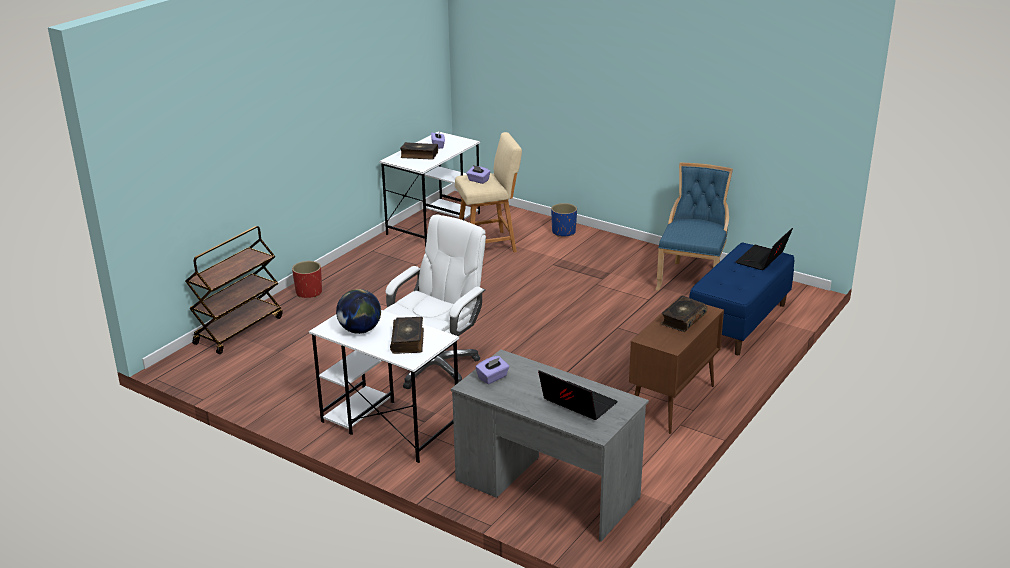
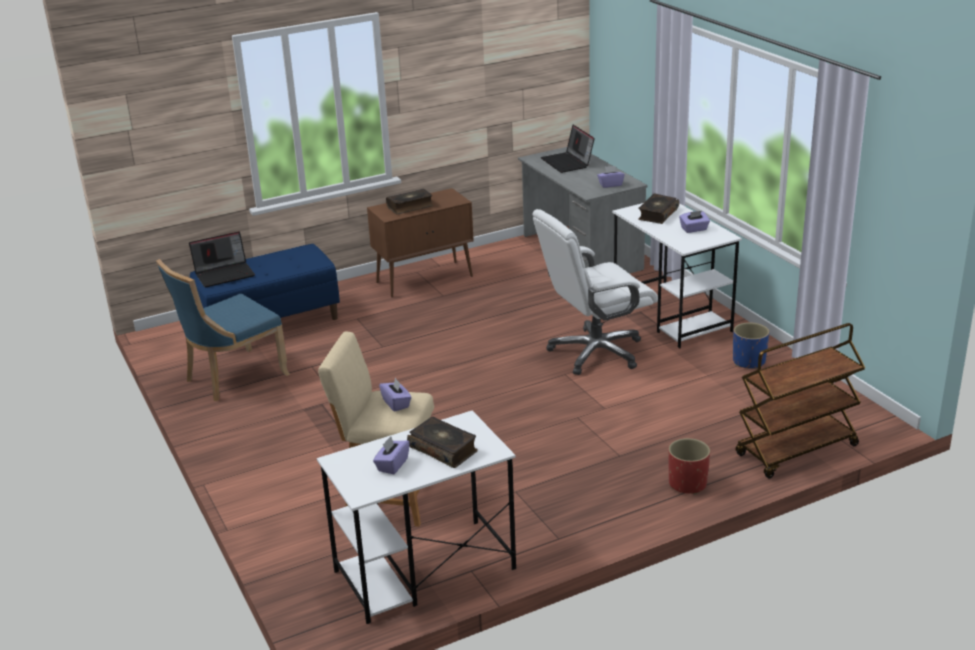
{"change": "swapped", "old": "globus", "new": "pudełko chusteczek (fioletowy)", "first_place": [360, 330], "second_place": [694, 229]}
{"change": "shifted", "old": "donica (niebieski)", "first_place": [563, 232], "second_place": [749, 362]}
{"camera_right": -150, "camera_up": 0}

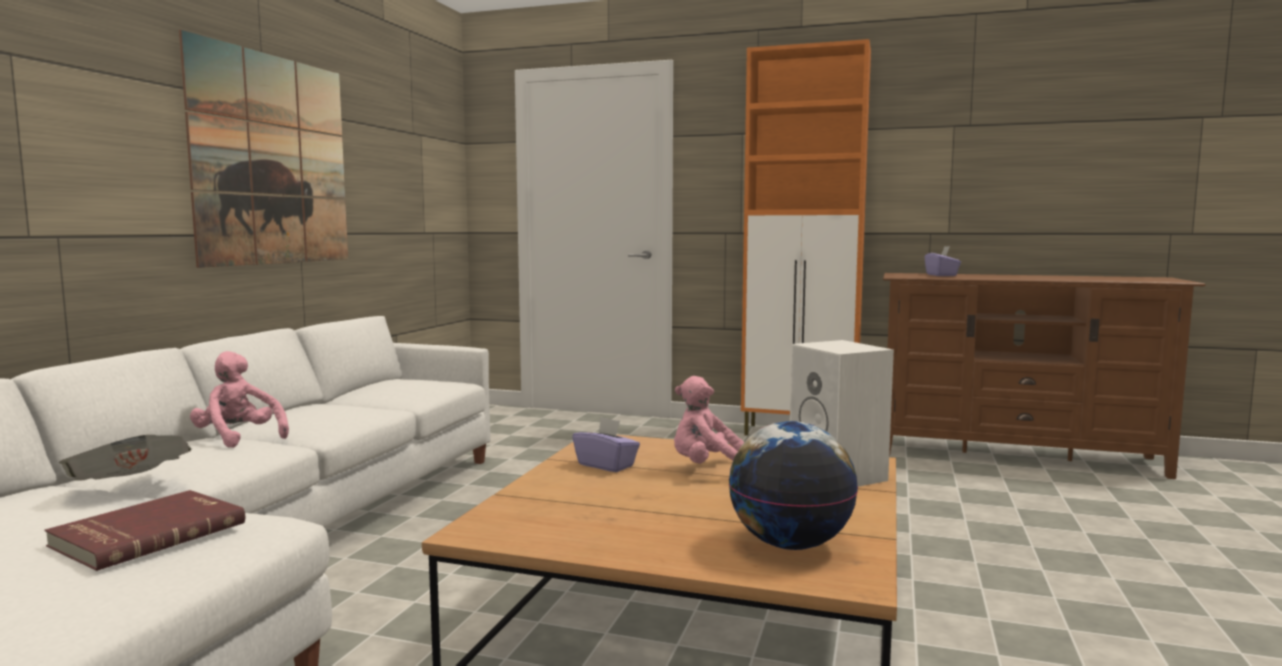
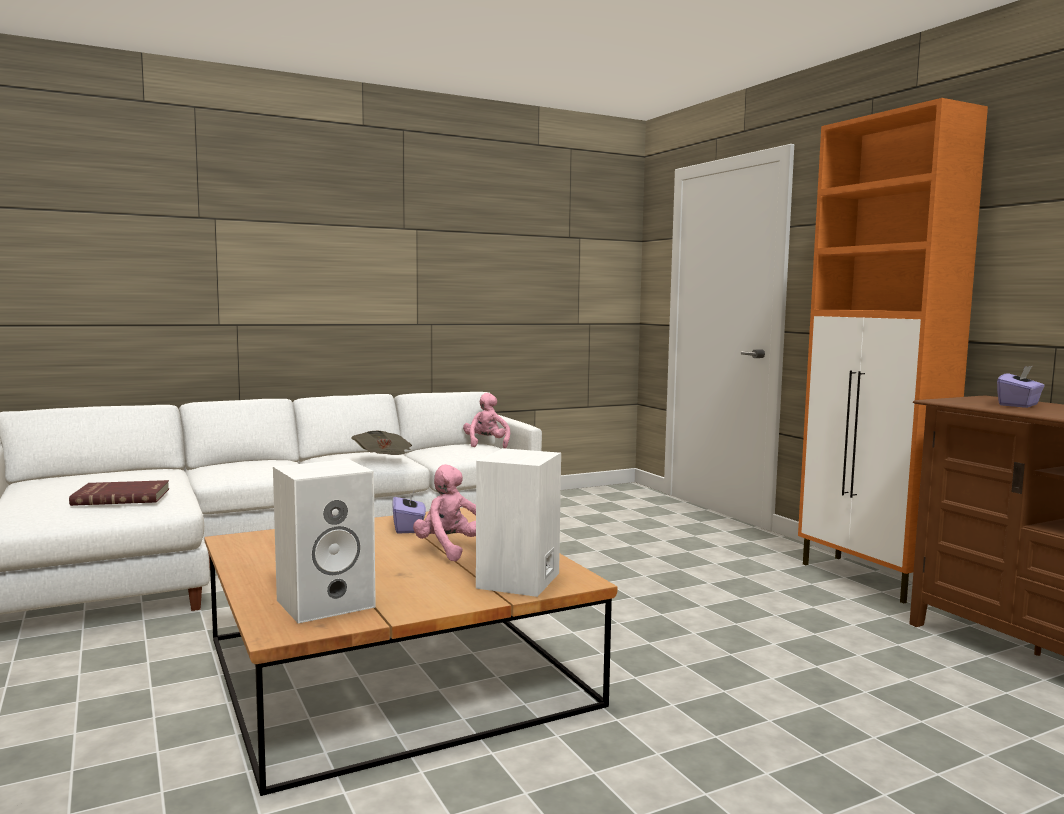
{"change": "swapped", "old": "globus", "new": "głośnik (biały)", "first_place": [790, 544], "second_place": [327, 602]}
{"change": "shifted", "old": "gazeta", "first_place": [131, 488], "second_place": [384, 460]}
{"change": "shifted", "old": "pluszak (różowy)", "first_place": [239, 438], "second_place": [486, 444]}
{"change": "gone", "old": "obraz", "first_place": [273, 160]}
{"camera_right": 45, "camera_up": 0}

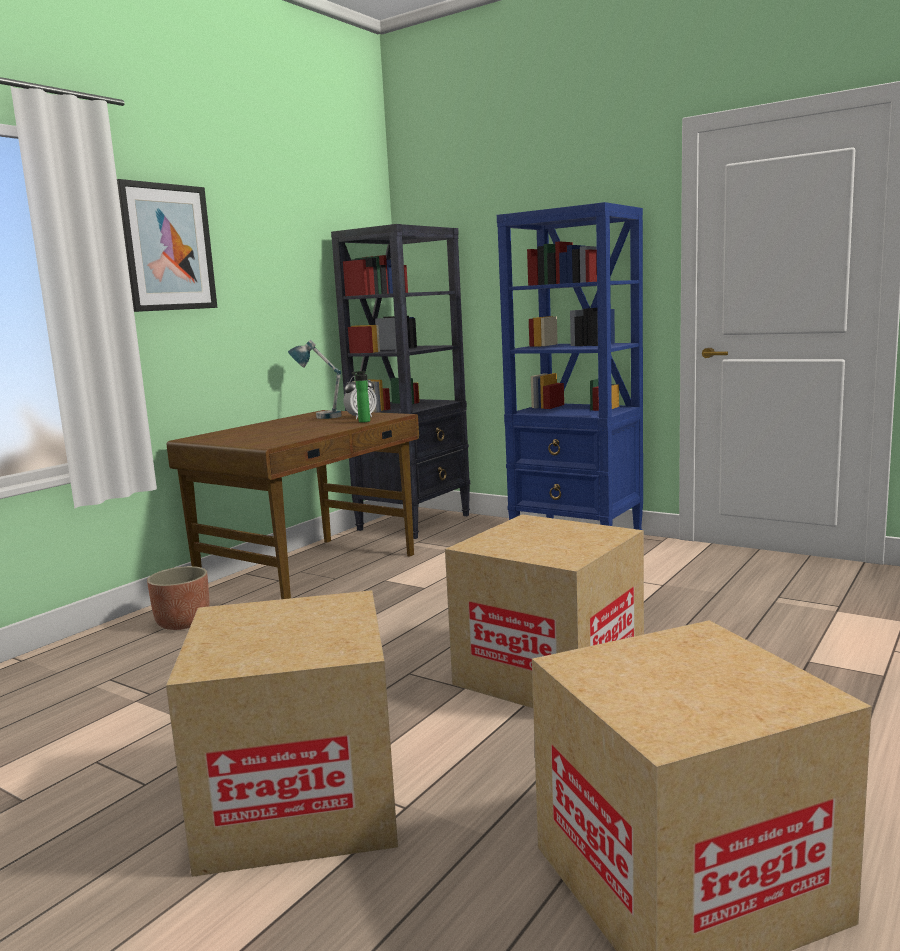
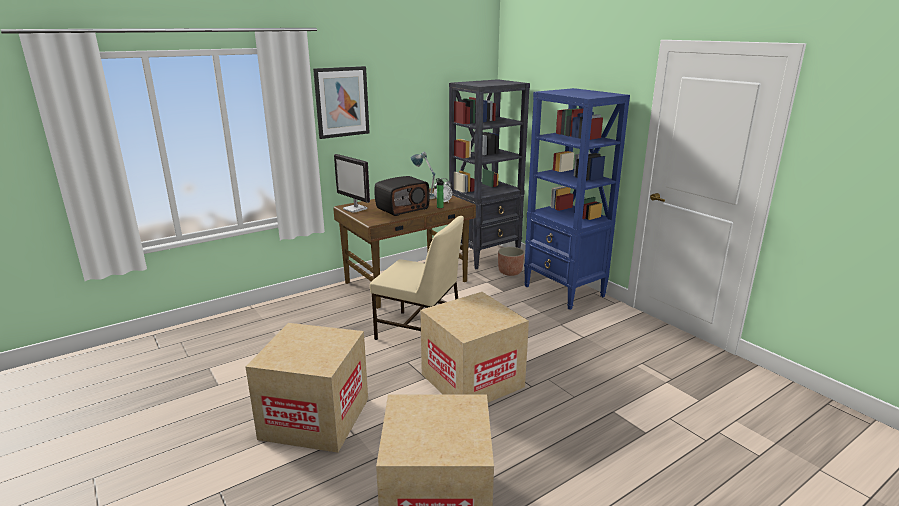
{"change": "new", "new": "monitor", "second_place": [355, 209]}
{"change": "new", "new": "krzesło (beżowy)", "second_place": [420, 332]}
{"change": "new", "new": "radio", "second_place": [402, 208]}
{"change": "shifted", "old": "donica", "first_place": [183, 623], "second_place": [510, 272]}
{"camera_right": 20, "camera_up": 10}

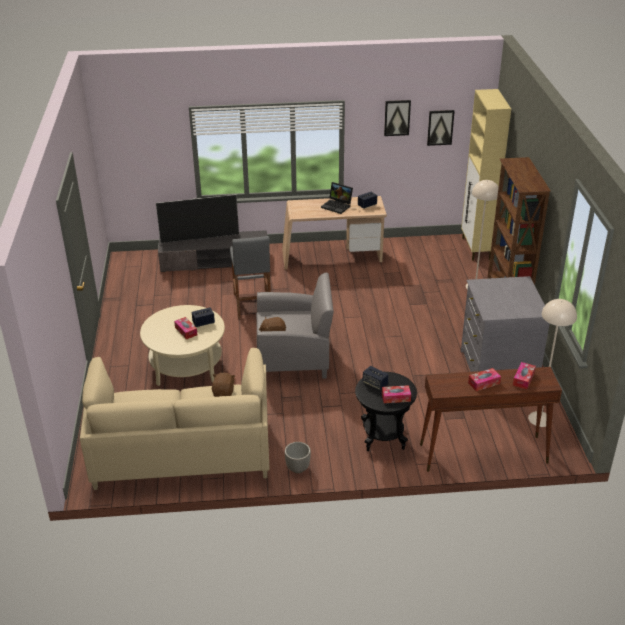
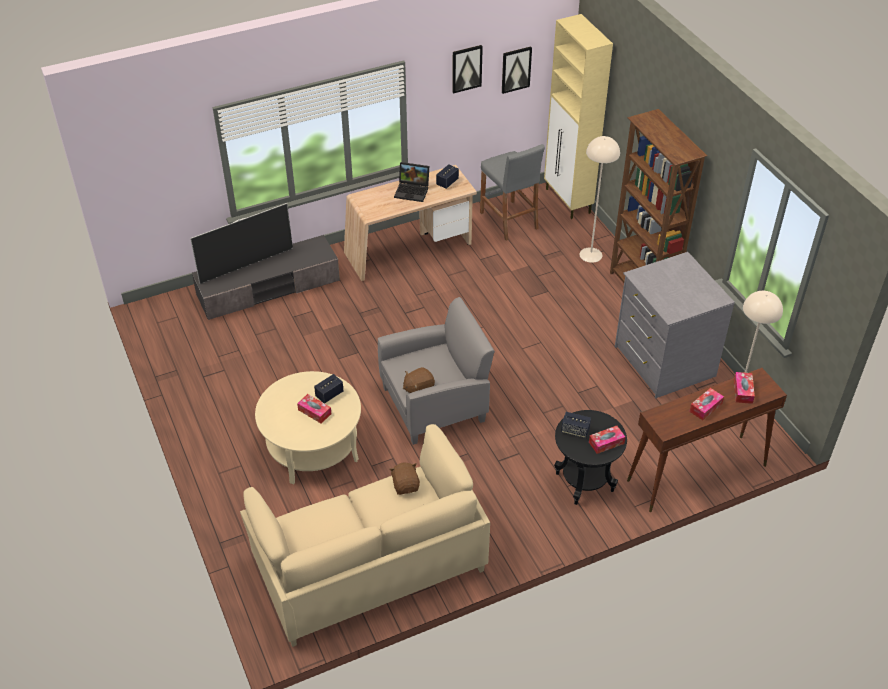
{"change": "shifted", "old": "stołek (szary)", "first_place": [252, 304], "second_place": [509, 221]}
{"change": "gone", "old": "donica", "first_place": [297, 468]}
{"camera_right": -20, "camera_up": 10}

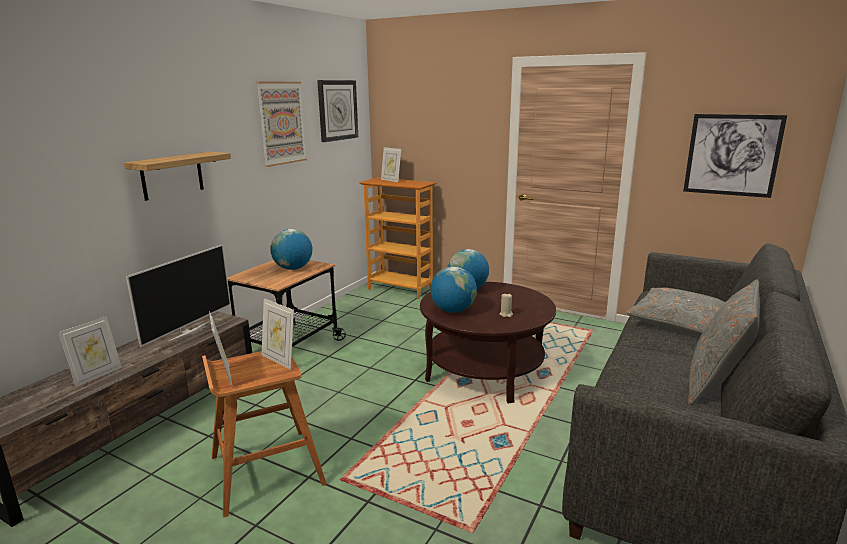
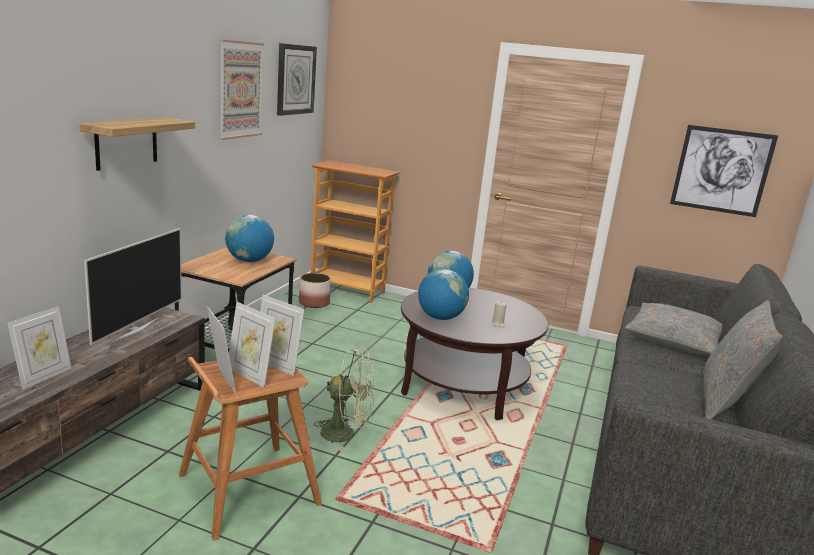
{"change": "shifted", "old": "ramka na zdjęcie", "first_place": [391, 180], "second_place": [249, 375]}
{"change": "new", "new": "donica", "second_place": [314, 303]}
{"change": "new", "new": "wentylator (zielony)", "second_place": [346, 434]}
{"camera_right": -10, "camera_up": 0}

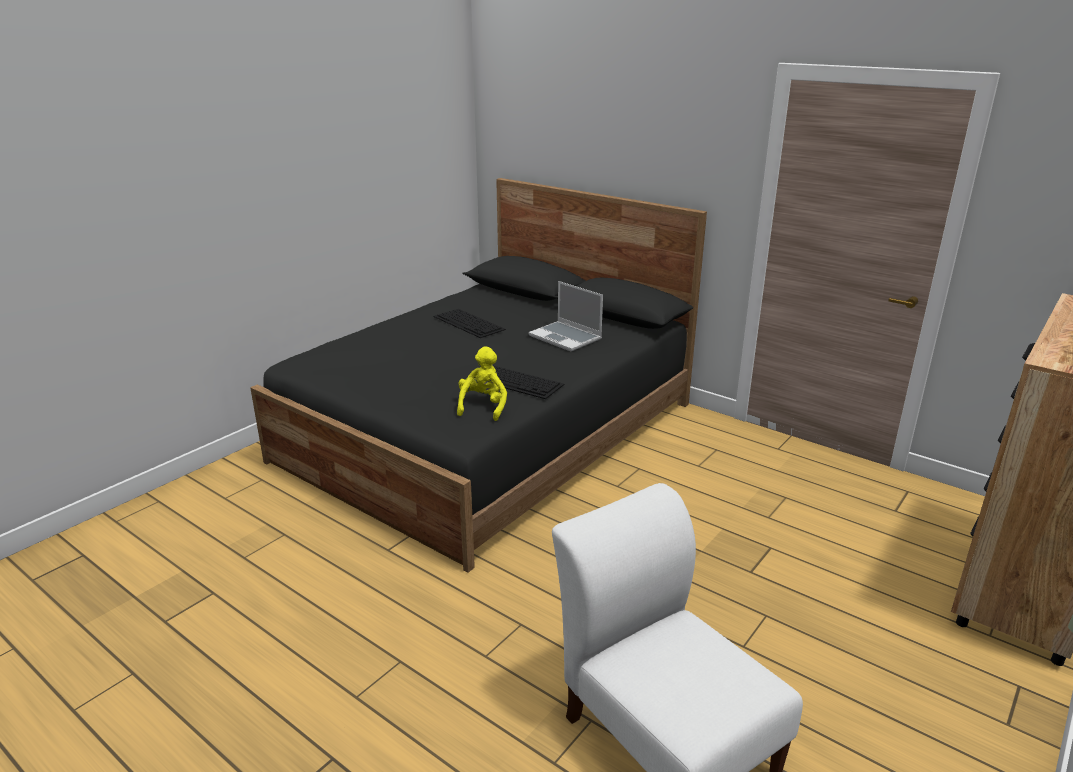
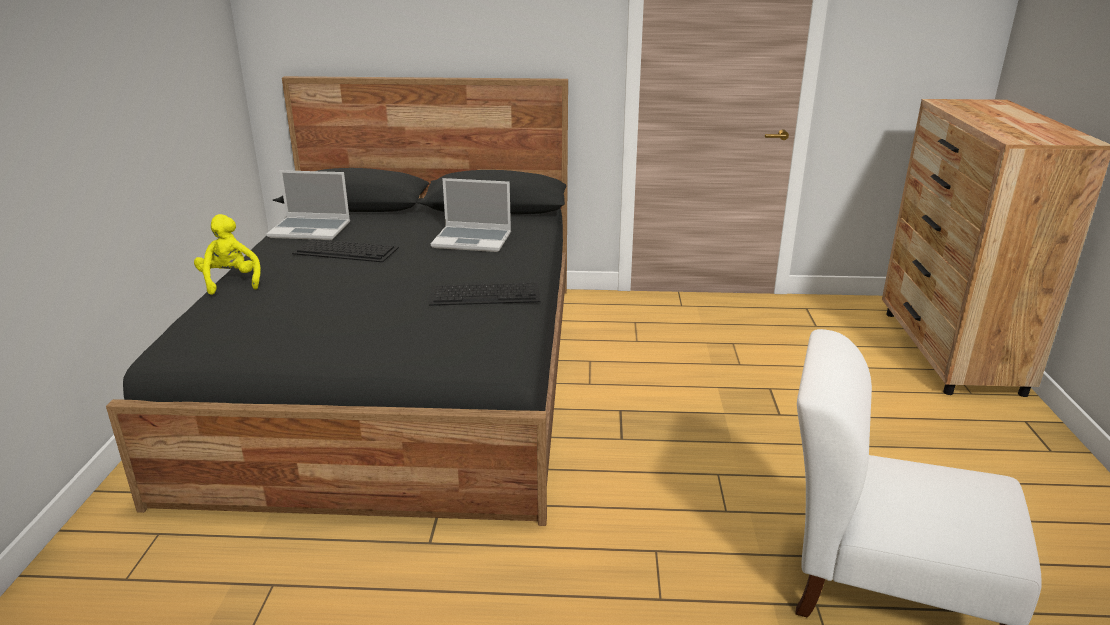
{"change": "shifted", "old": "pluszak (żółty)", "first_place": [483, 406], "second_place": [231, 282]}
{"change": "new", "new": "laptop", "second_place": [311, 230]}
{"camera_right": -35, "camera_up": 0}

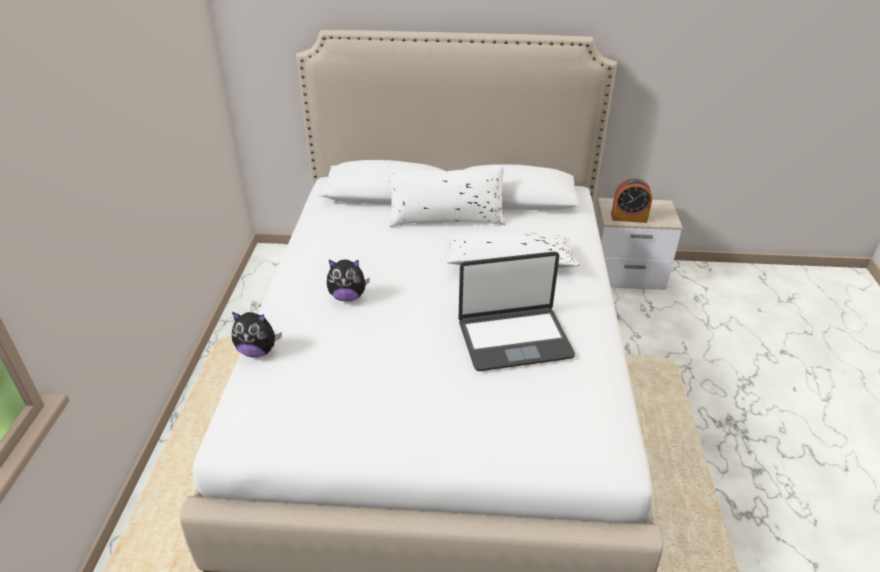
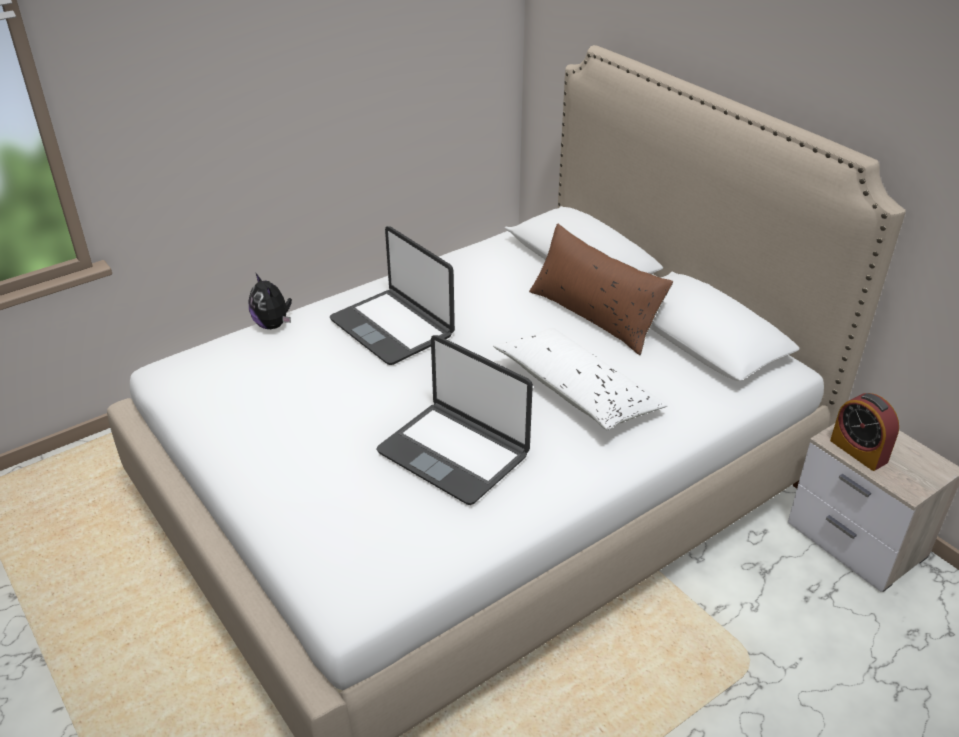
{"change": "swapped", "old": "pluszak", "new": "laptop", "first_place": [348, 297], "second_place": [393, 327]}
{"change": "repainted", "old": "poduszka (biały)", "new": "poduszka (brązowy)", "first_place": [446, 218], "second_place": [594, 315]}
{"camera_right": 50, "camera_up": 0}

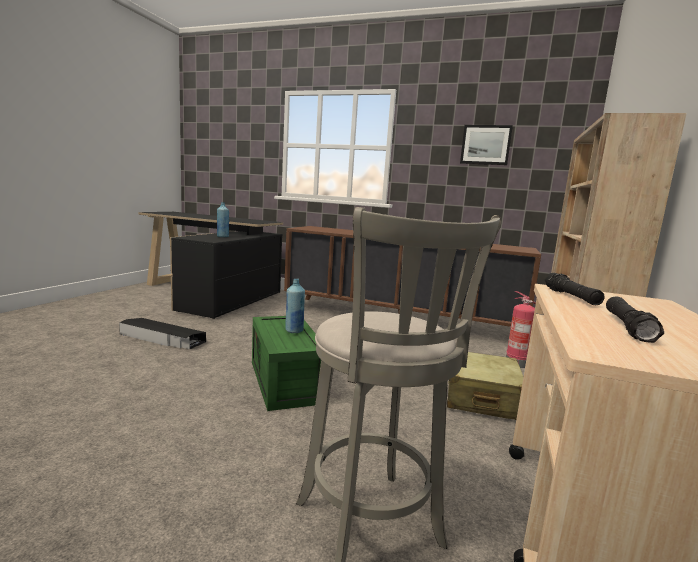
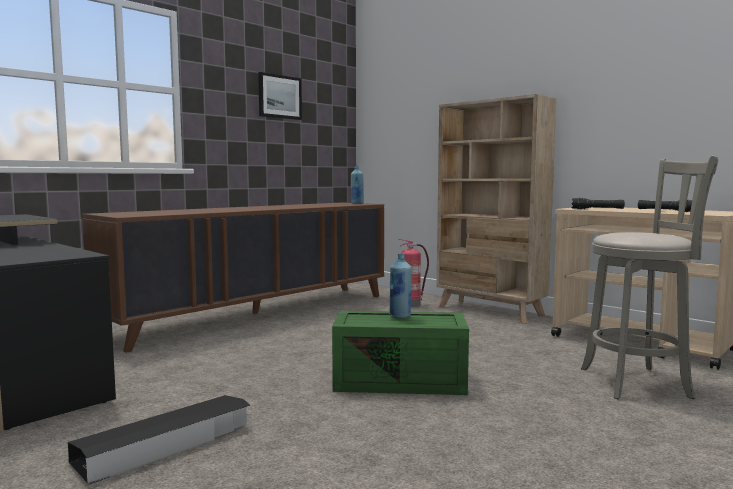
{"change": "shifted", "old": "butelka (niebieski)", "first_place": [222, 236], "second_place": [357, 203]}
{"change": "gone", "old": "walizka (beżowy)", "first_place": [481, 398]}
{"camera_right": -65, "camera_up": -5}

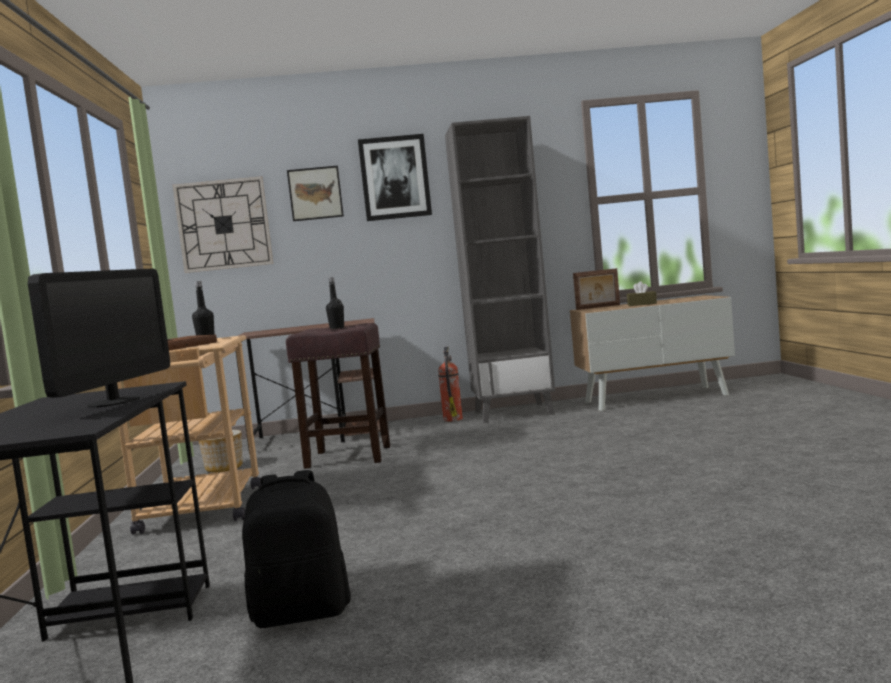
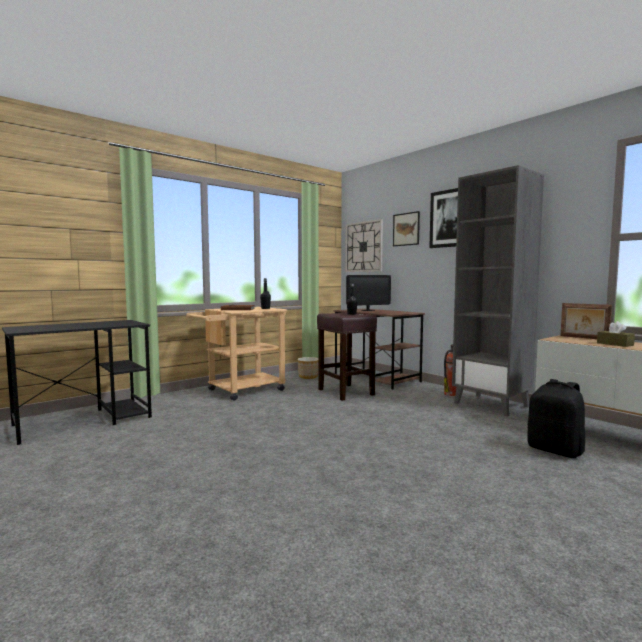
{"change": "shifted", "old": "monitor", "first_place": [113, 402], "second_place": [368, 310]}
{"change": "shifted", "old": "plecak (czarny)", "first_place": [302, 613], "second_place": [555, 450]}
{"camera_right": 55, "camera_up": 0}

